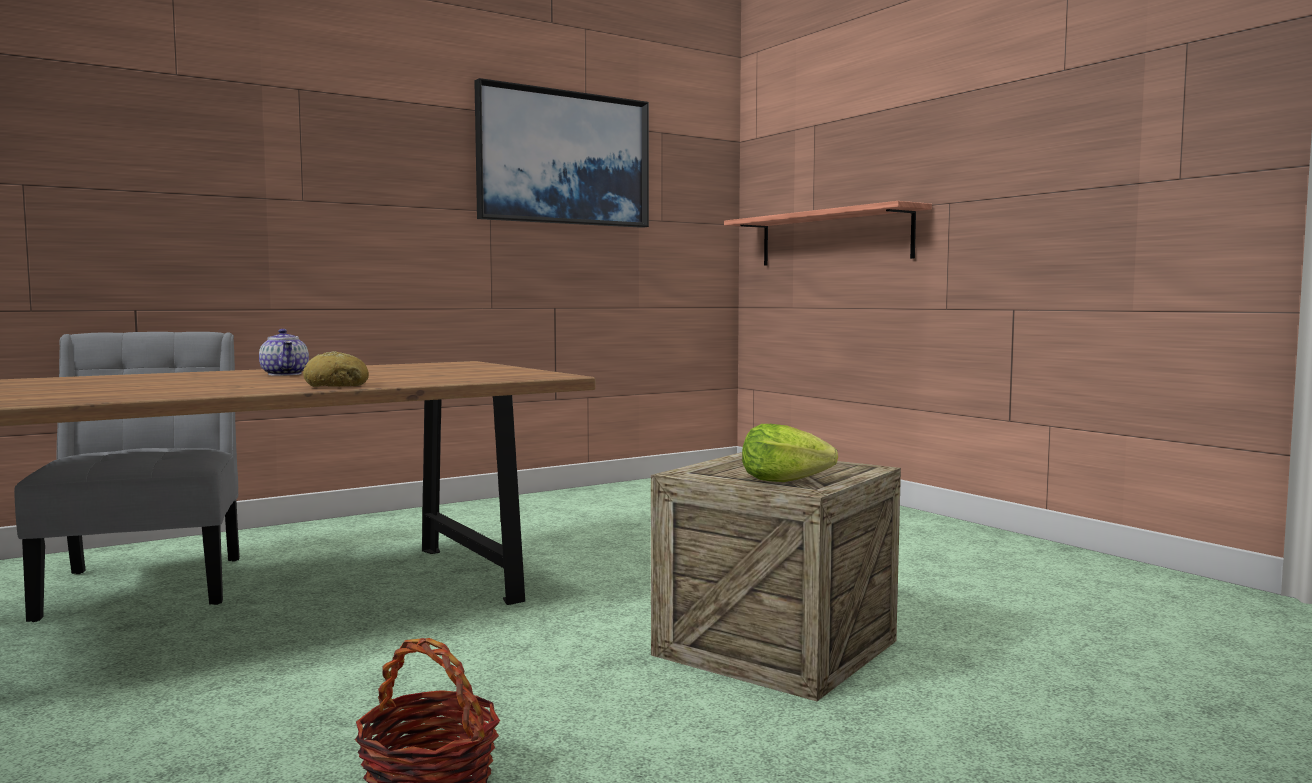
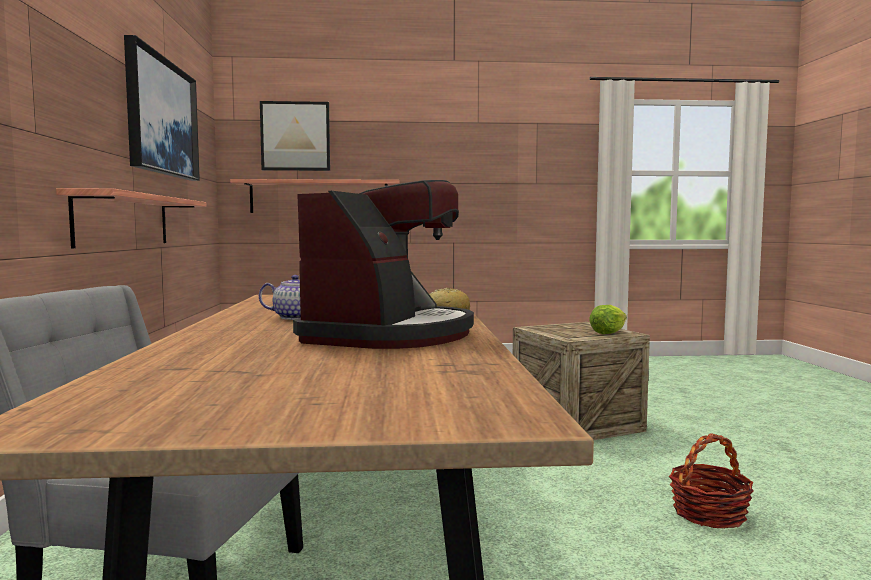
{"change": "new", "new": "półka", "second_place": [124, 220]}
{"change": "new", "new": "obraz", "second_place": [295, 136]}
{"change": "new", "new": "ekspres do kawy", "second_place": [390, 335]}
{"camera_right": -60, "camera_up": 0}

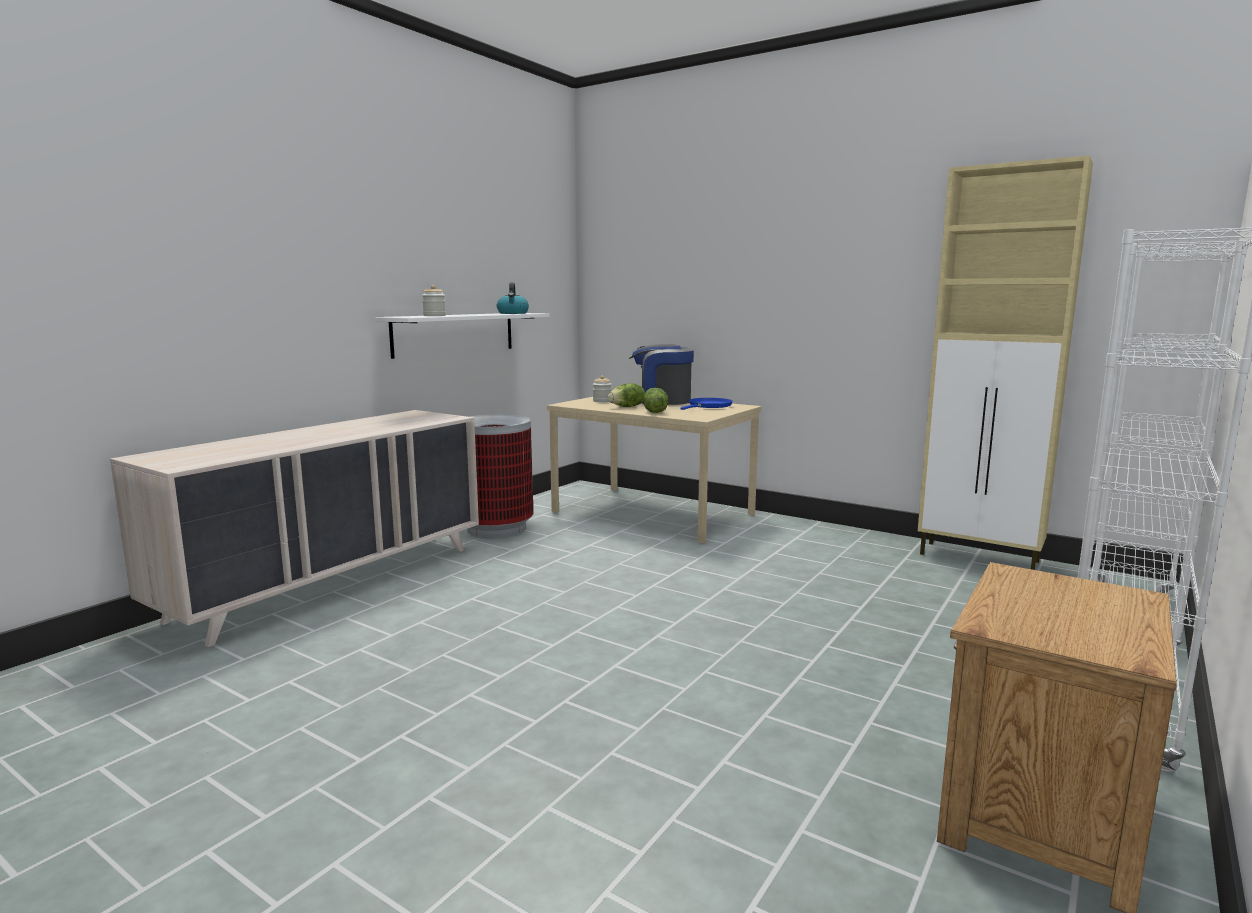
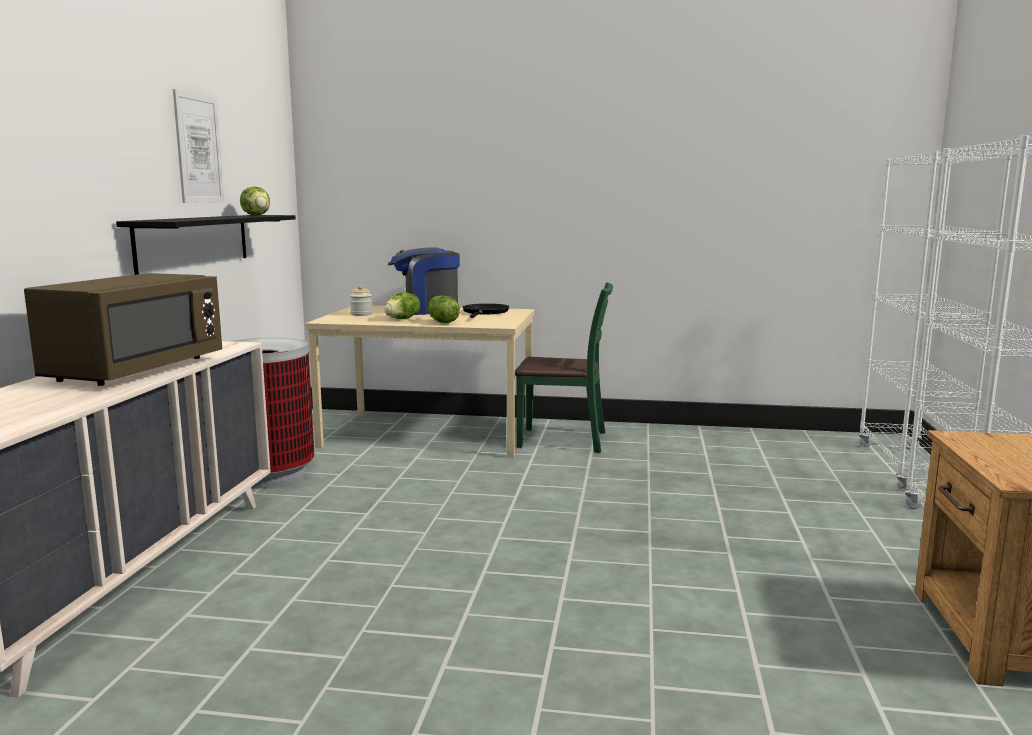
{"change": "new", "new": "mikrofalówka (brązowy)", "second_place": [136, 370]}
{"change": "repainted", "old": "półka (biały)", "new": "półka (czarny)", "first_place": [455, 334], "second_place": [194, 241]}
{"change": "new", "new": "obraz", "second_place": [199, 149]}
{"change": "swapped", "old": "czajnik", "new": "sałata", "first_place": [513, 313], "second_place": [257, 215]}
{"change": "repainted", "old": "patelnia (niebieski)", "new": "patelnia (czarny)", "first_place": [708, 406], "second_place": [485, 312]}
{"change": "new", "new": "krzesło (zielony)", "second_place": [563, 440]}
{"change": "gone", "old": "słoik", "first_place": [434, 316]}
{"change": "gone", "old": "szafka (beżowy)", "first_place": [980, 558]}
{"camera_right": -25, "camera_up": 0}

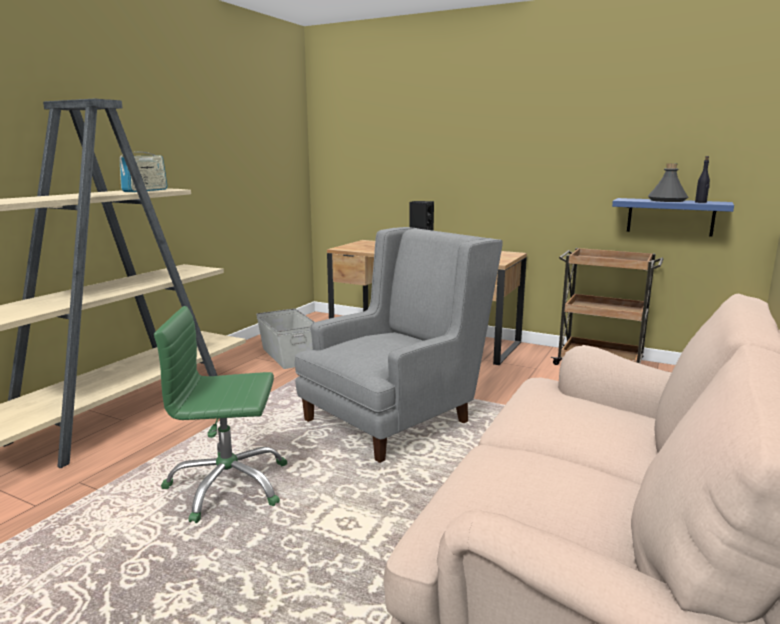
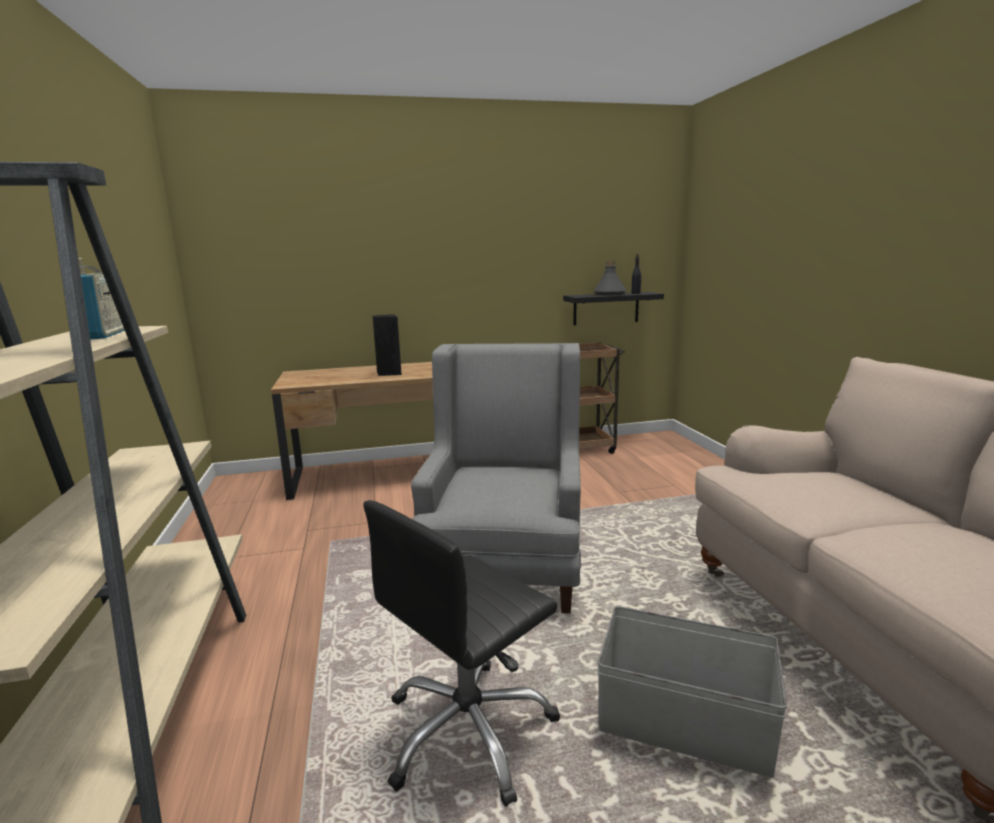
{"change": "repainted", "old": "krzesło biurowe (zielony)", "new": "krzesło biurowe (czarny)", "first_place": [228, 486], "second_place": [468, 731]}
{"change": "repainted", "old": "półka (niebieski)", "new": "półka (czarny)", "first_place": [670, 217], "second_place": [606, 308]}
{"change": "shifted", "old": "pojemnik do przechowywania (szary)", "first_place": [288, 355], "second_place": [683, 724]}
{"camera_right": -40, "camera_up": 0}

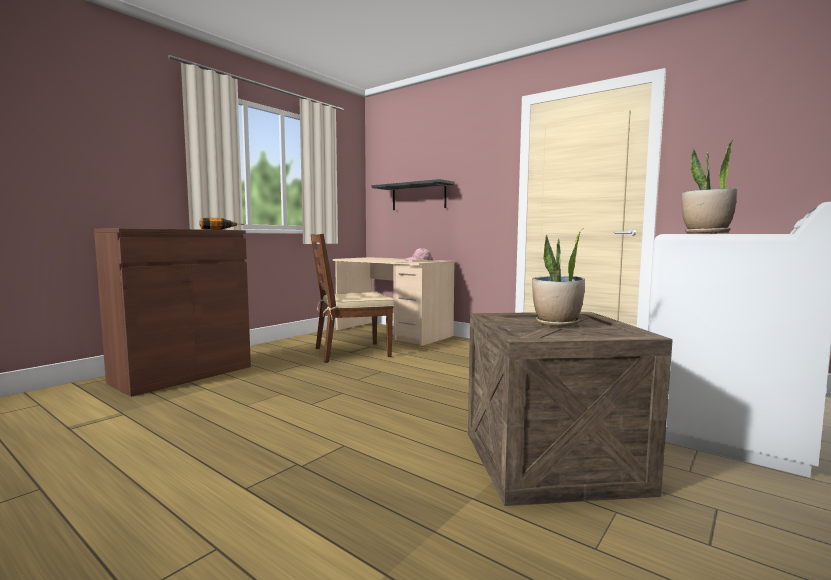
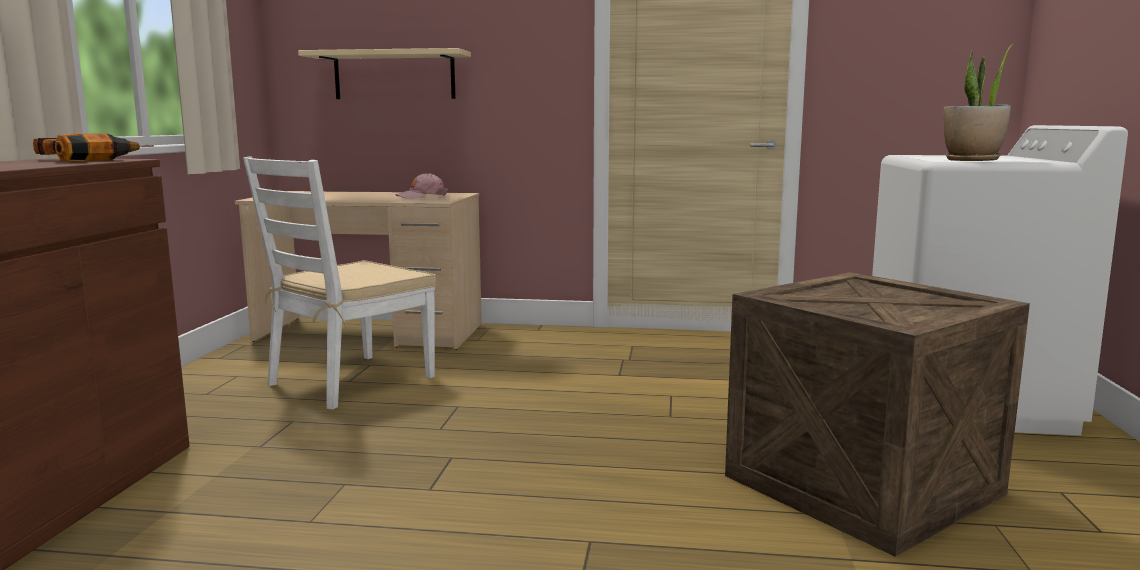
{"change": "repainted", "old": "krzesło (brązowy)", "new": "krzesło (biały)", "first_place": [351, 352], "second_place": [350, 381]}
{"change": "repainted", "old": "półka (czarny)", "new": "półka (beżowy)", "first_place": [418, 196], "second_place": [394, 76]}
{"change": "gone", "old": "roślina doniczkowa", "first_place": [557, 323]}
{"camera_right": -30, "camera_up": 5}

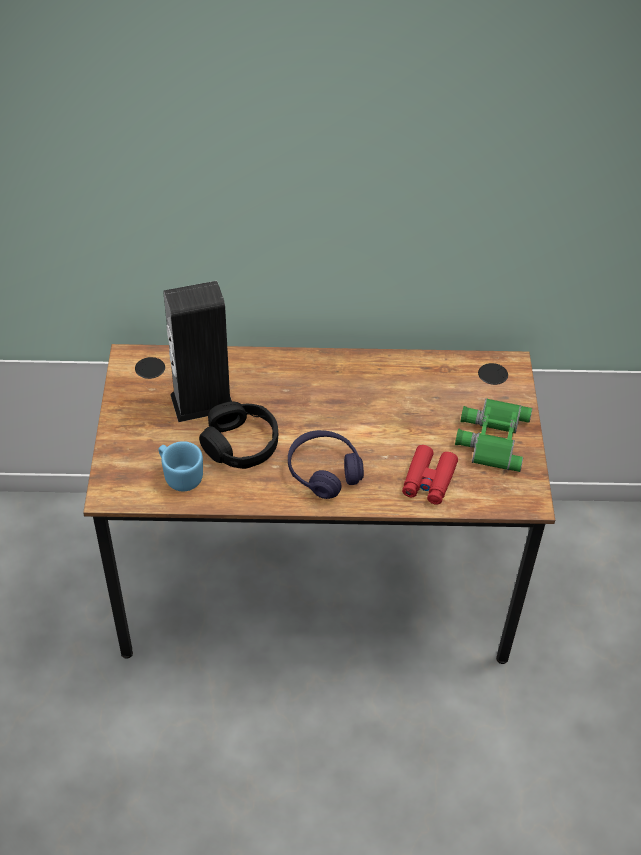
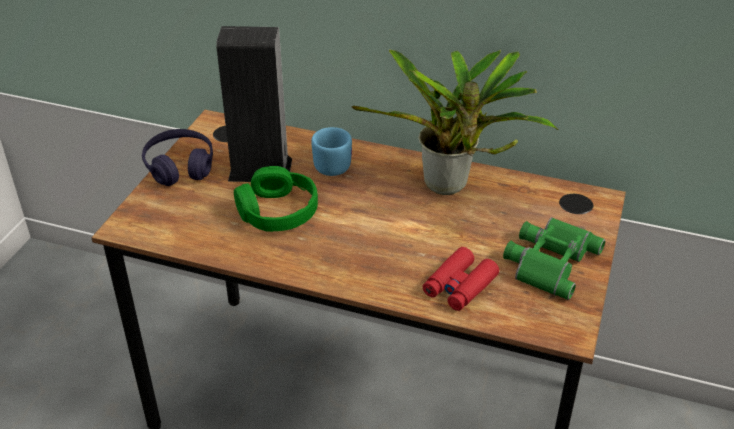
{"change": "shifted", "old": "słuchawki (fioletowy)", "first_place": [324, 471], "second_place": [180, 166]}
{"change": "repainted", "old": "słuchawki (czarny)", "new": "słuchawki (zielony)", "first_place": [240, 444], "second_place": [277, 211]}
{"change": "shifted", "old": "kubek (niebieski)", "first_place": [180, 475], "second_place": [330, 164]}
{"change": "new", "new": "roślina doniczkowa", "second_place": [450, 188]}
{"camera_right": 20, "camera_up": -10}

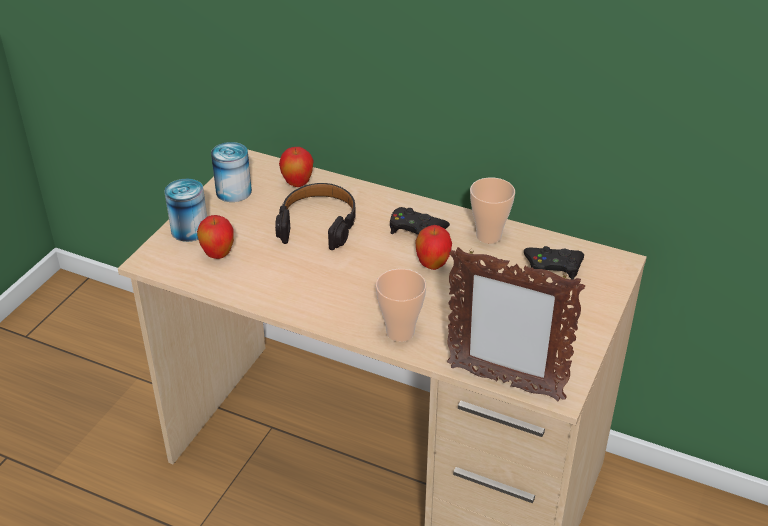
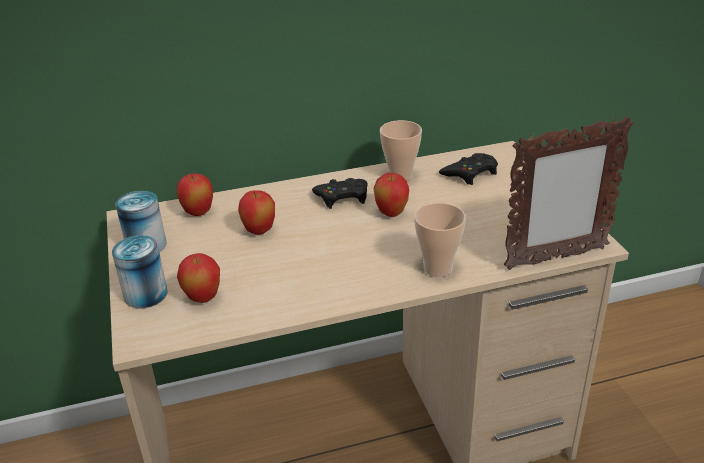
{"change": "swapped", "old": "słuchawki (czarny)", "new": "jabłko", "first_place": [318, 223], "second_place": [259, 231]}
{"camera_right": -40, "camera_up": -5}

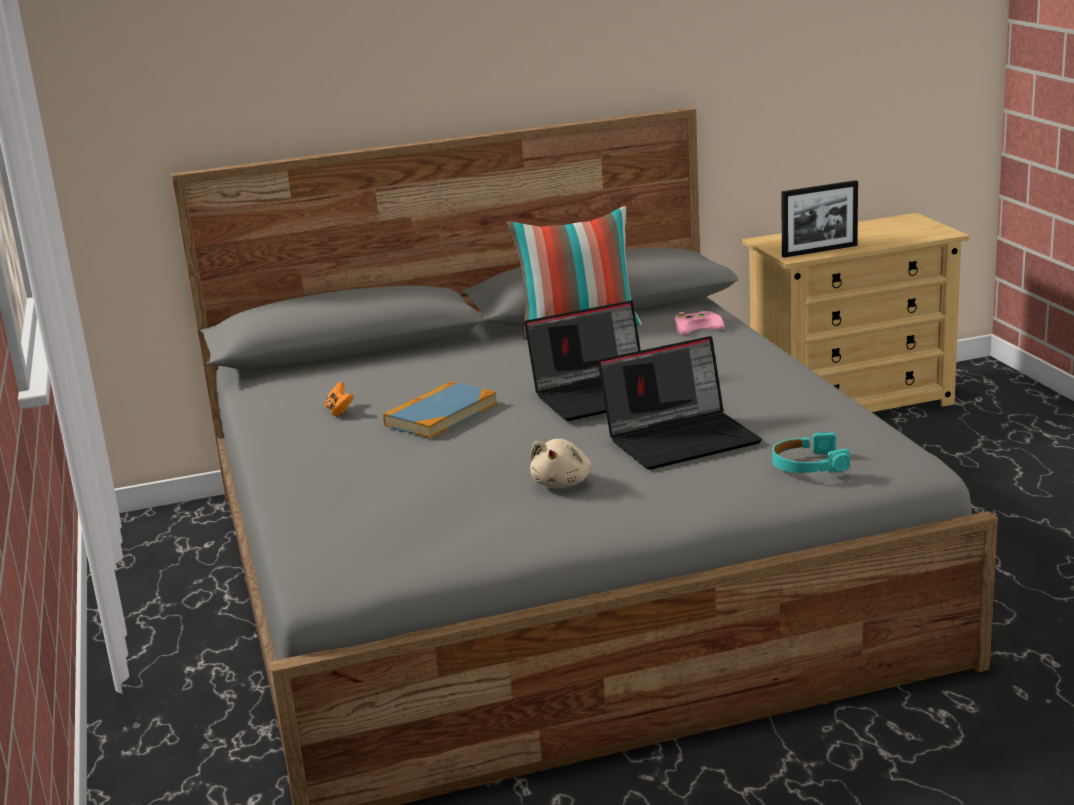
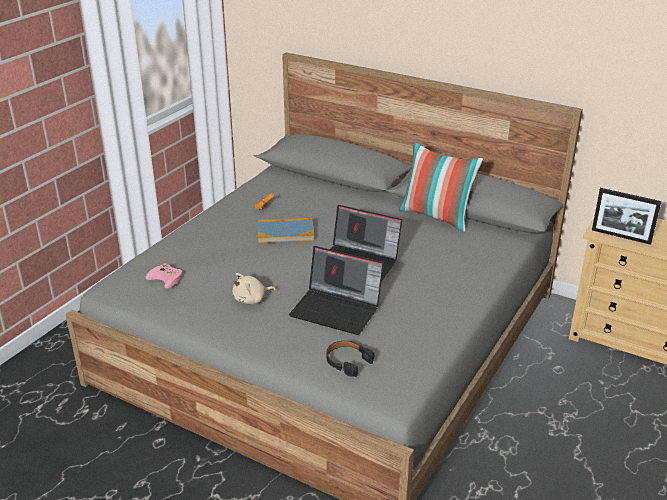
{"change": "shifted", "old": "pad do gier (różowy)", "first_place": [698, 326], "second_place": [167, 278]}
{"change": "repainted", "old": "słuchawki (turkusowy)", "new": "słuchawki (czarny)", "first_place": [808, 464], "second_place": [347, 361]}
{"camera_right": 45, "camera_up": 10}

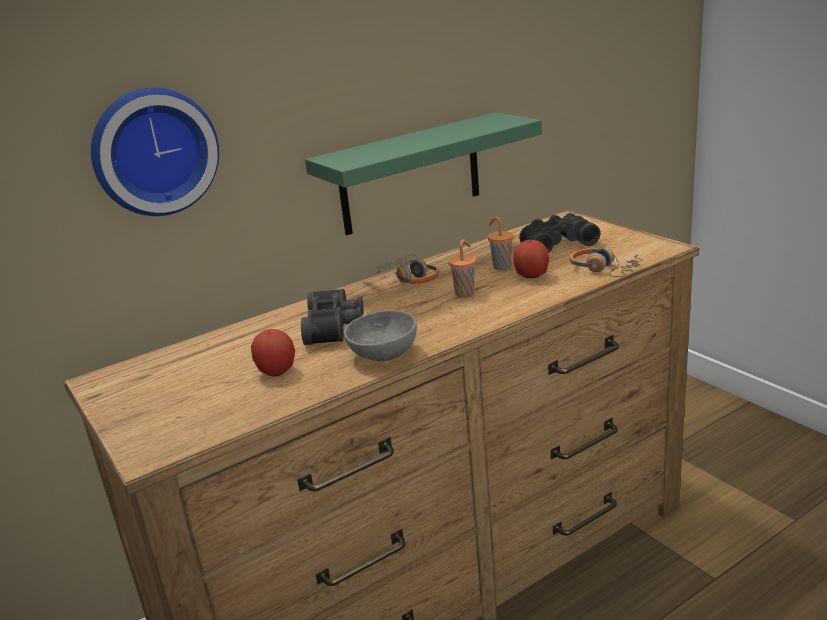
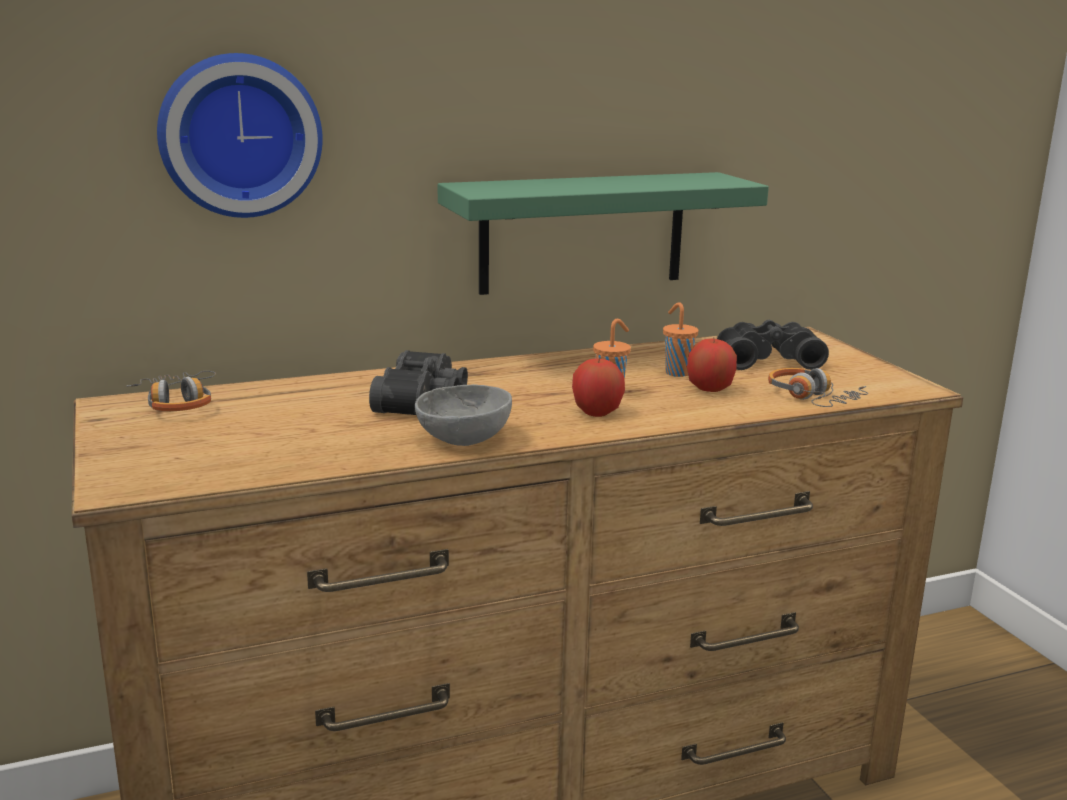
{"change": "shifted", "old": "słuchawki", "first_place": [410, 278], "second_place": [178, 403]}
{"change": "shifted", "old": "jabłko", "first_place": [276, 371], "second_place": [597, 412]}
{"camera_right": 10, "camera_up": -5}

